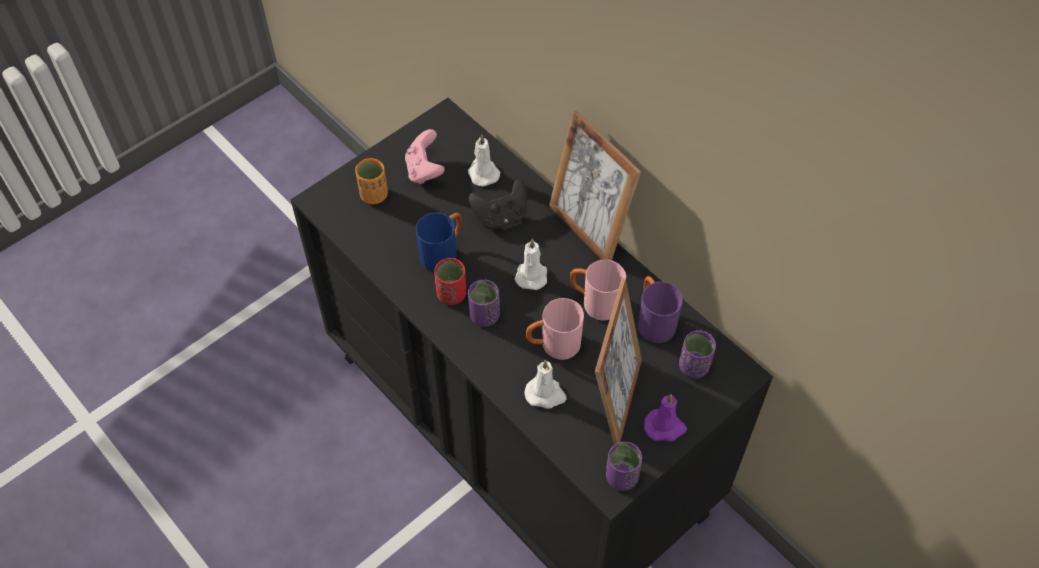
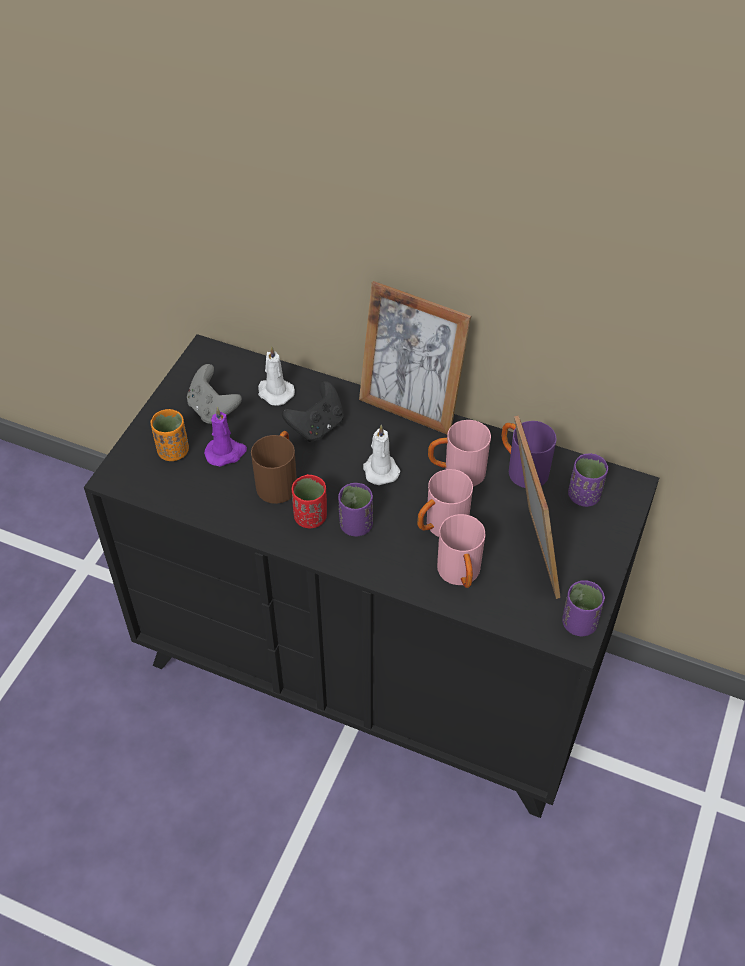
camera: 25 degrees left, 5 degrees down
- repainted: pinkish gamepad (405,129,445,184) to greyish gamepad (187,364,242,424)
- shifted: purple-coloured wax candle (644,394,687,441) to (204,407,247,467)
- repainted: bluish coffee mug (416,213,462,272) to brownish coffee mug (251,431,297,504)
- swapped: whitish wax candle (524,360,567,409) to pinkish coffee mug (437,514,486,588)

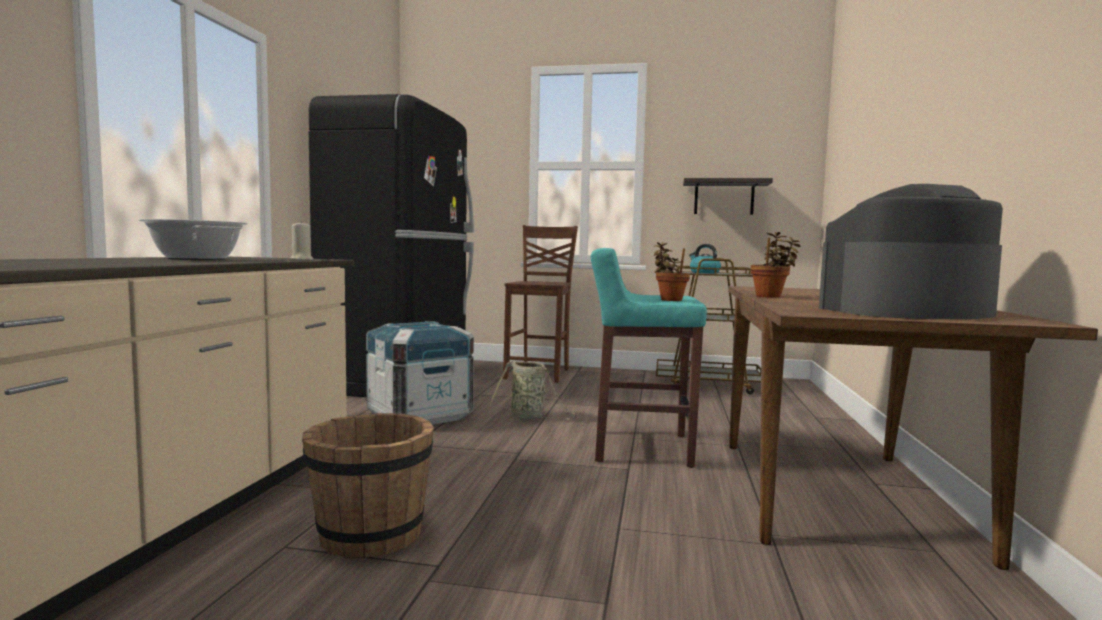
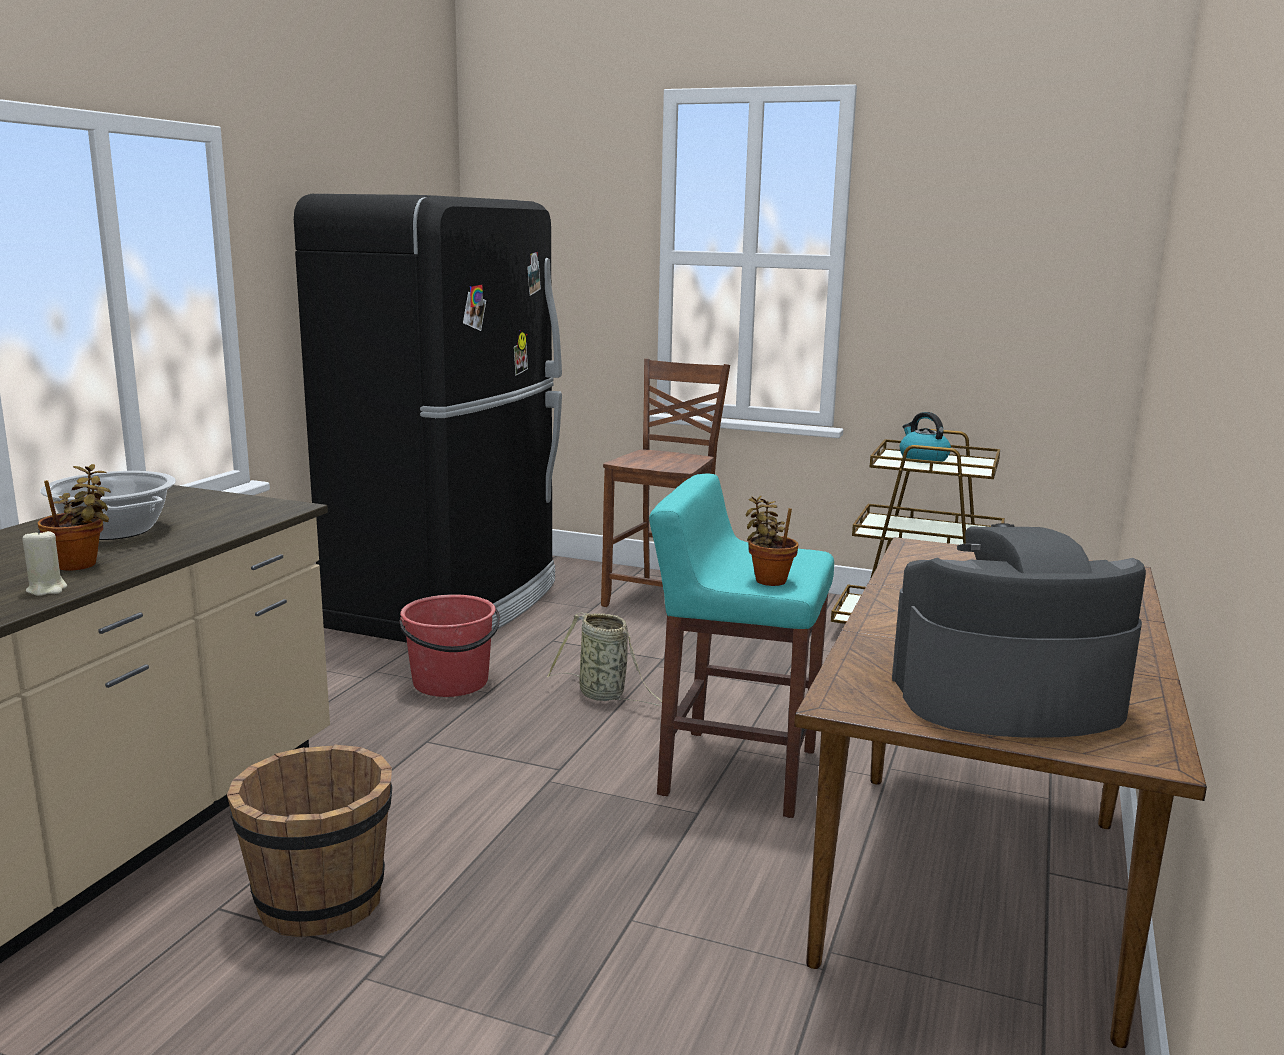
camera: 10 degrees right, 10 degrees up
- shifted: sand-coloured wax candle (290,221,314,260) to (22,528,67,596)
- shifted: potted plant (751,232,800,298) to (38,464,111,571)
- swapped: crate (366,321,474,425) to red-coloured pail (399,594,500,697)
- gone: wall shelf (683,178,773,215)

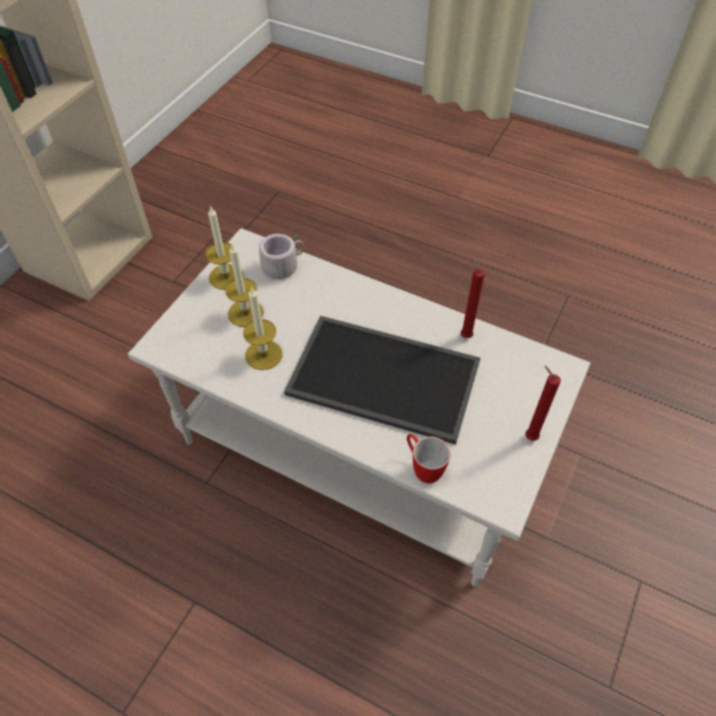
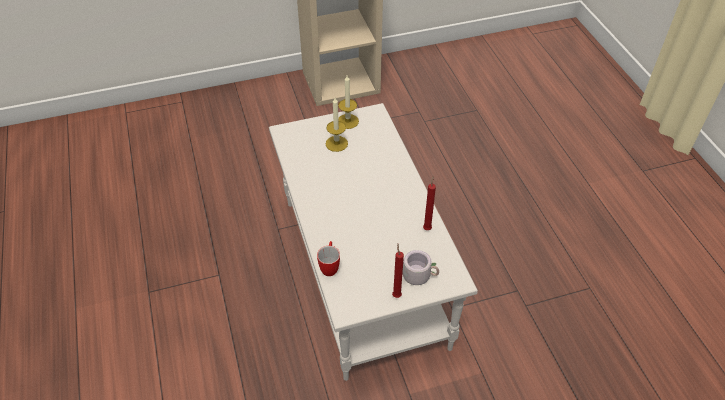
camera: 45 degrees right, 5 degrees down
- shifted: greyish coffee mug (253,234,304,279) to (402,250,439,285)
- gone: wax candle (243,286,282,370)
- gone: tray (284,316,480,444)

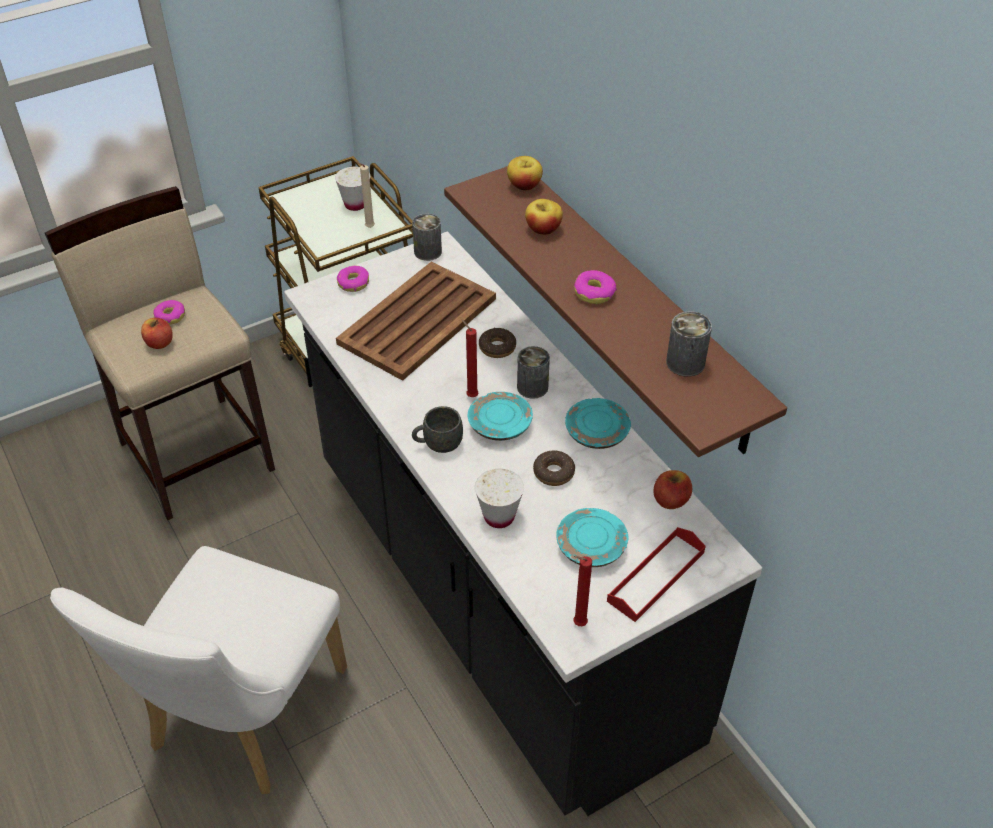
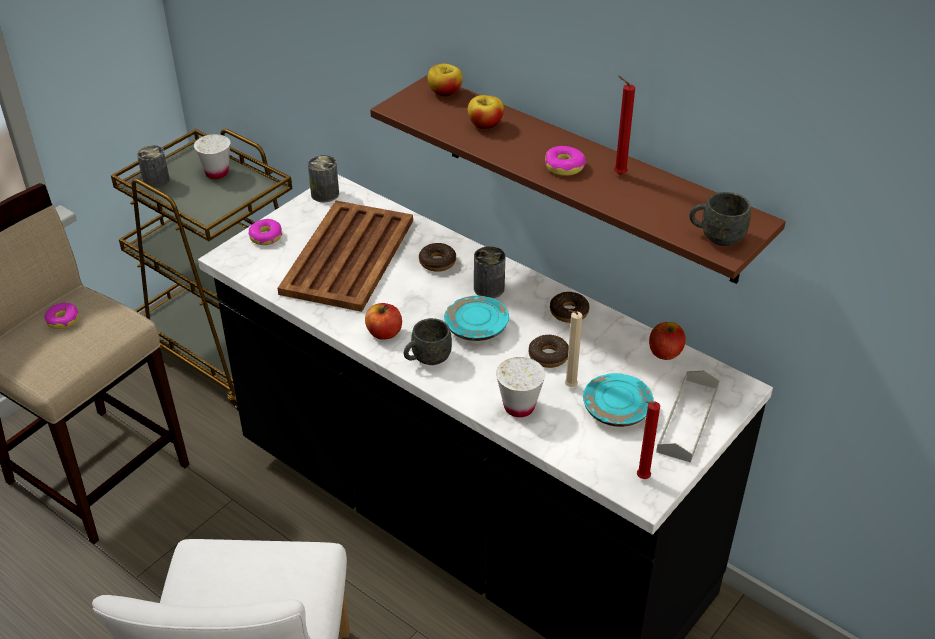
camera: 20 degrees left, 5 degrees down
- shifted: metal can (666,311,712,377) to (137,145,170,189)
- shifted: apple fruit (141,318,173,349) to (365,303,402,340)
- swapped: turquoise dinner plate (565,398,631,449) to donut (550,292,590,323)
- shifted: sand-coloured wax candle (355,161,375,228) to (565,310,583,387)
- shifted: red-coloured wax candle (462,320,479,397) to (614,75,635,175)
- repainted: red-coloured tray (607,527,706,622) to greyish tray (656,371,719,463)
- new: greyish coffee mug (689,192,751,246)

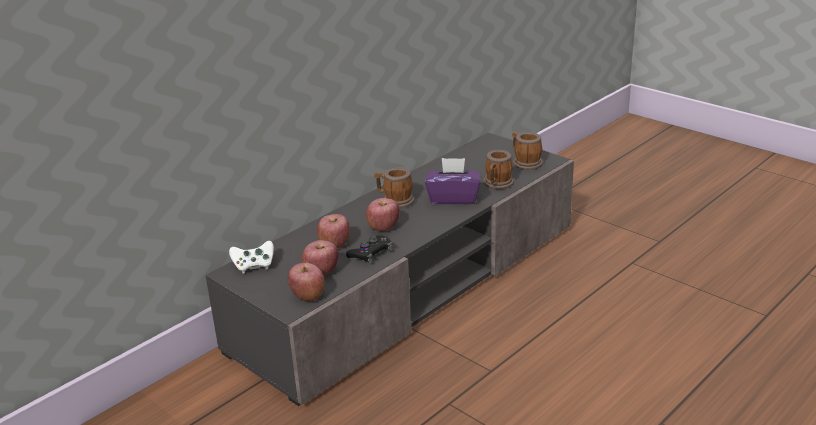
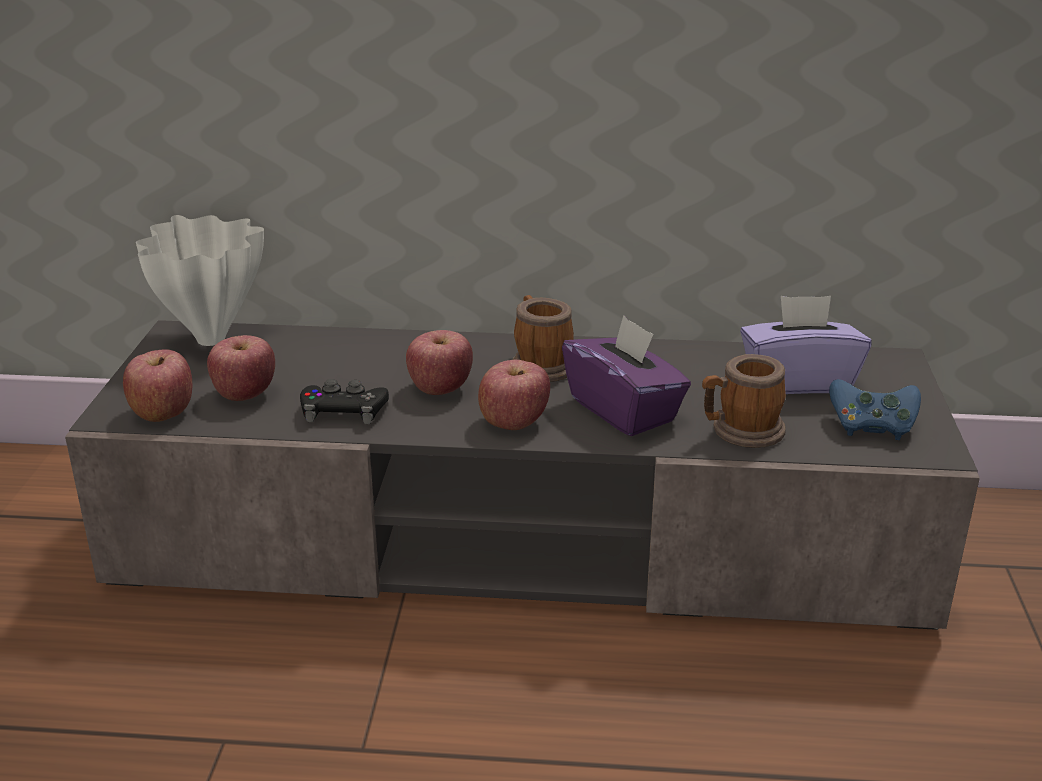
camera: 50 degrees right, 0 degrees up
- swapped: whitish gamepad (229,241,274,273) to whitish decorative vase (136,215,264,346)
- shifted: apple fruit (317,214,350,248) to (478,360,550,430)
- new: purple-coloured tissue box (740,296,872,394)
- swapped: coffee mug (512,132,543,170) to bluish gamepad (829,379,921,440)

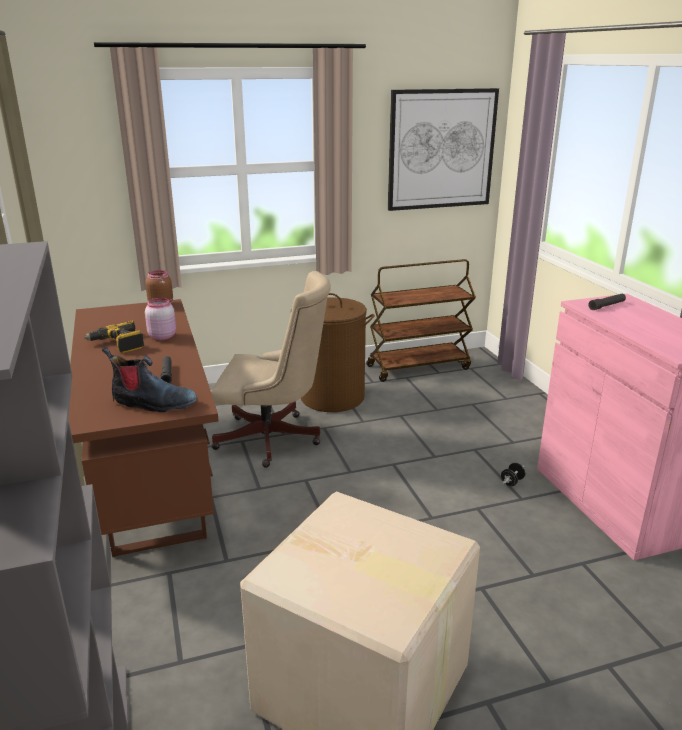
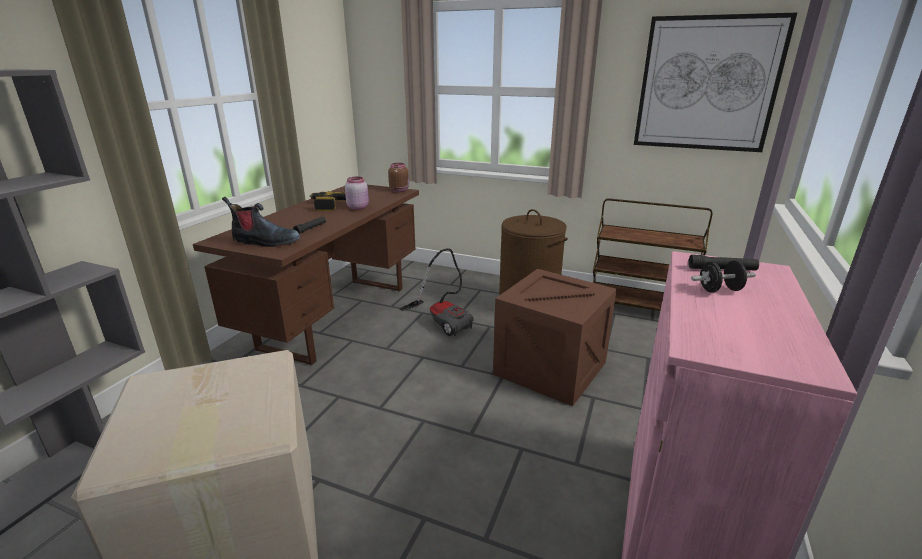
camera: 40 degrees right, 0 degrees up
- rotated: boot (102,346,197,412) = (222,197,301,247) 45 degrees counterclockwise
- swapped: sand-coloured office chair (211,271,331,468) to vacuum (399,248,474,336)
- new: crate (493,269,617,406)
- shifted: black hand weight (501,463,526,486) to (691,260,756,293)

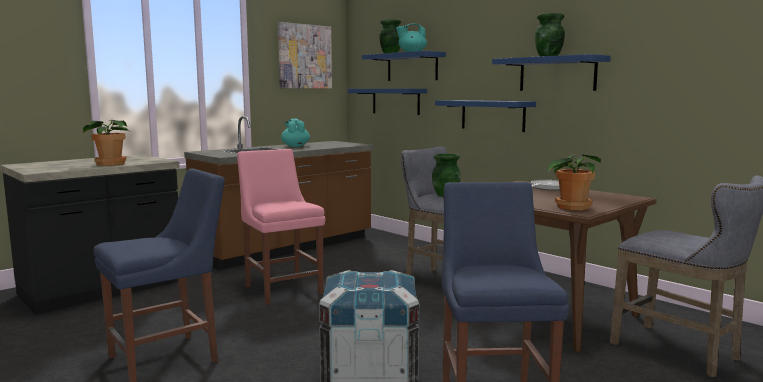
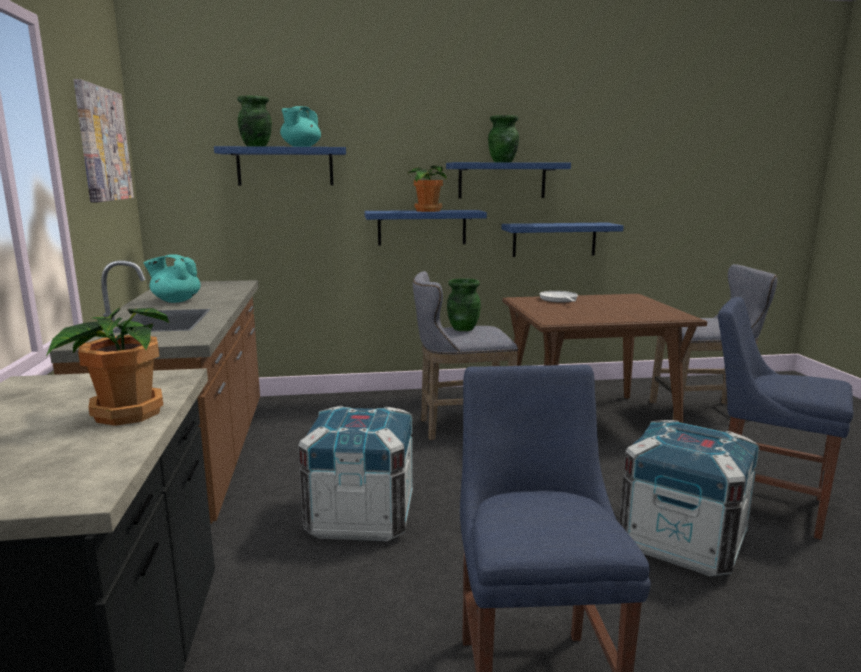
camera: 55 degrees left, 5 degrees up
- swapped: pinkish upright chair (237,149,326,305) to crate (298,406,413,541)
- shifted: potted plant (547,154,601,210) to (408,166,447,212)
- shifted: bluish wall shelf (348,89,427,115) to (501,222,624,257)

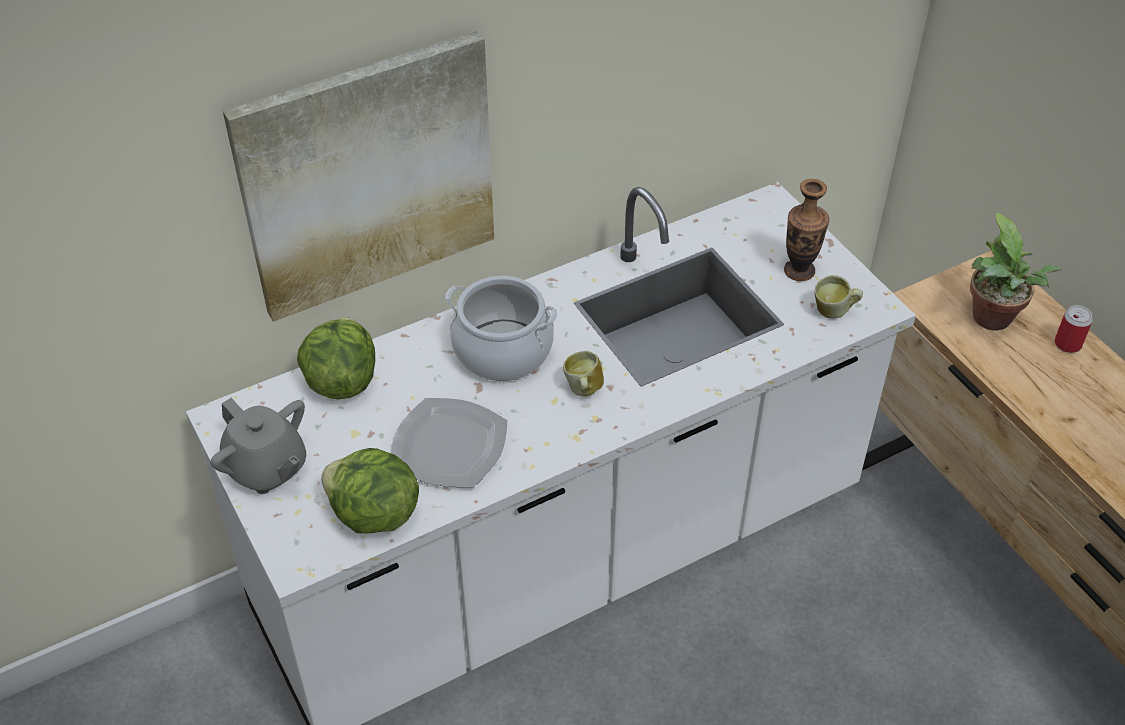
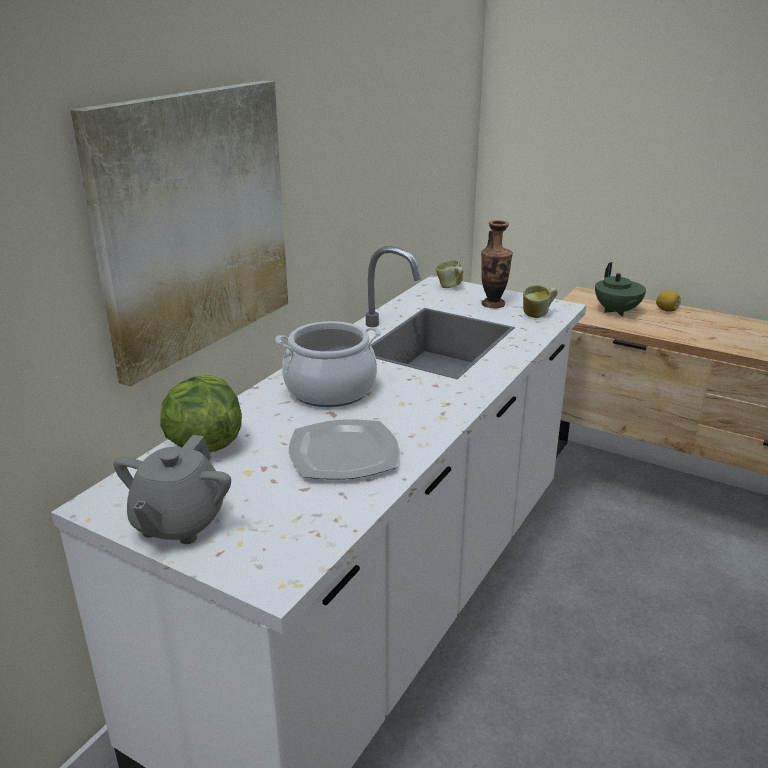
camera: 30 degrees left, 20 degrees down
- rotated: greyish tea pot (211,398,306,494) = (113,435,231,544) 90 degrees clockwise
- shifted: coffee mug (563,351,604,396) to (436,260,463,288)
- swapped: potted plant (970,212,1062,331) to green tea pot (595,262,646,316)
- swapped: metal can (1055,305,1093,353) to lemon (656,290,681,311)
- gone: head of lettuce (321,448,419,534)

